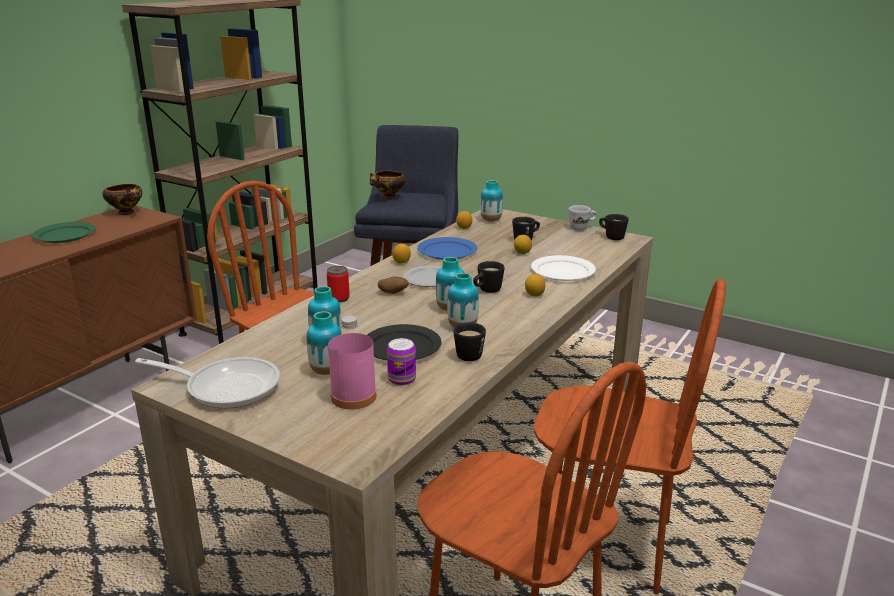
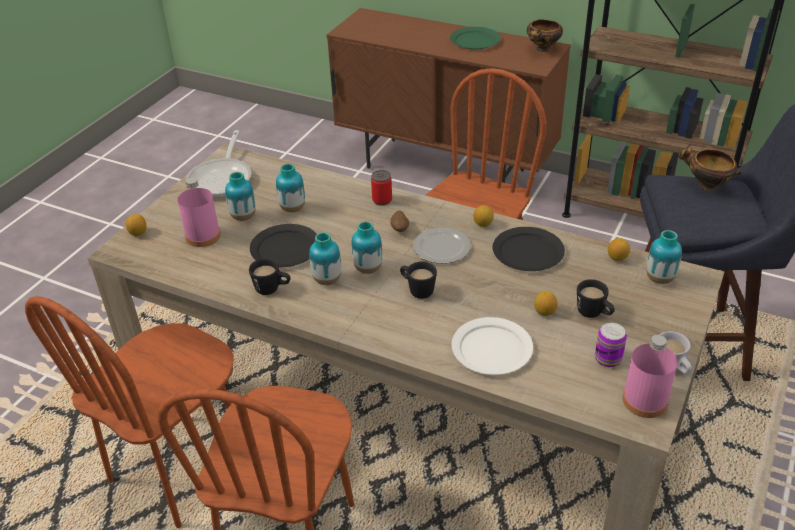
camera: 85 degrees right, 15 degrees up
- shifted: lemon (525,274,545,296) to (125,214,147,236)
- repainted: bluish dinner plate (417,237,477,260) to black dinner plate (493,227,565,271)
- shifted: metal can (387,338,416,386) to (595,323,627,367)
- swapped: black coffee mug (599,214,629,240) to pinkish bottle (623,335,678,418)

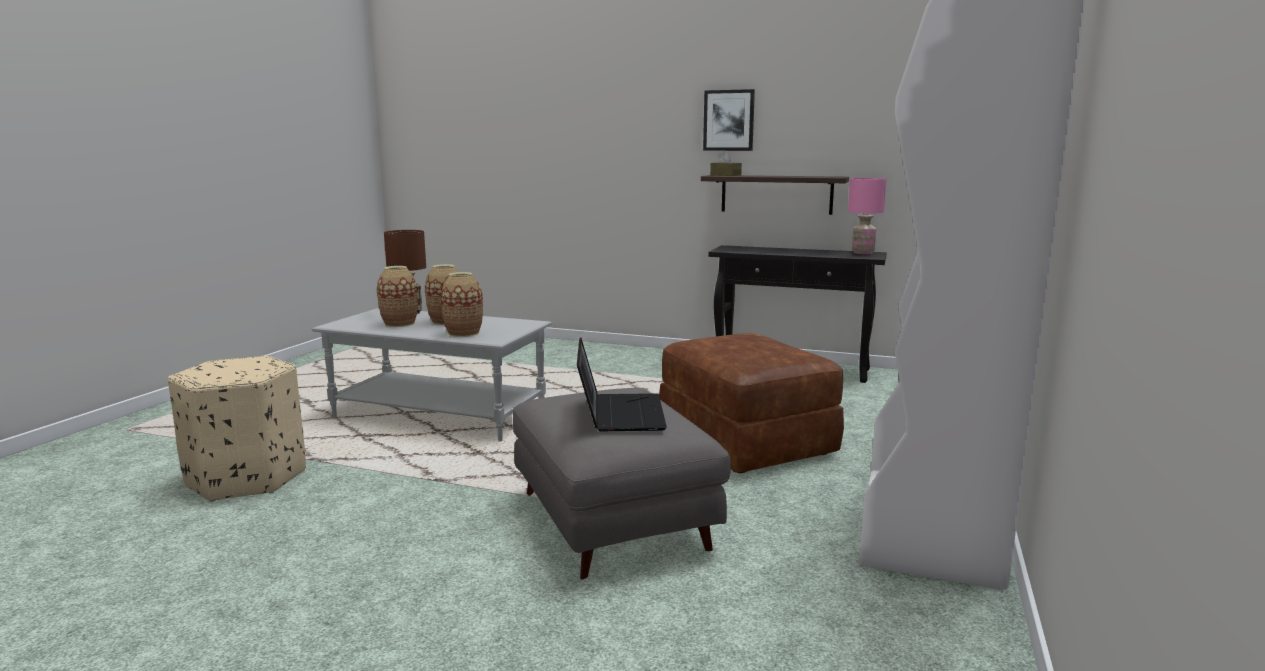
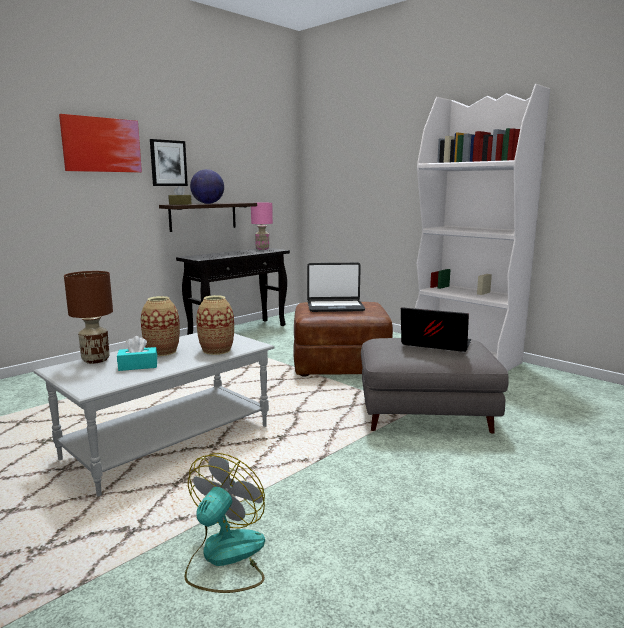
camera: 65 degrees left, 0 degrees up
- new: wall art (59,114,142,172)
- swapped: decorative vase (377,266,418,327) to turquoise tissue box (117,336,157,371)
- swapped: sand-coloured pouffe (168,356,306,502) to electric fan (185,453,265,593)
- new: world globe (190,169,224,204)
- new: laptop (307,263,365,312)

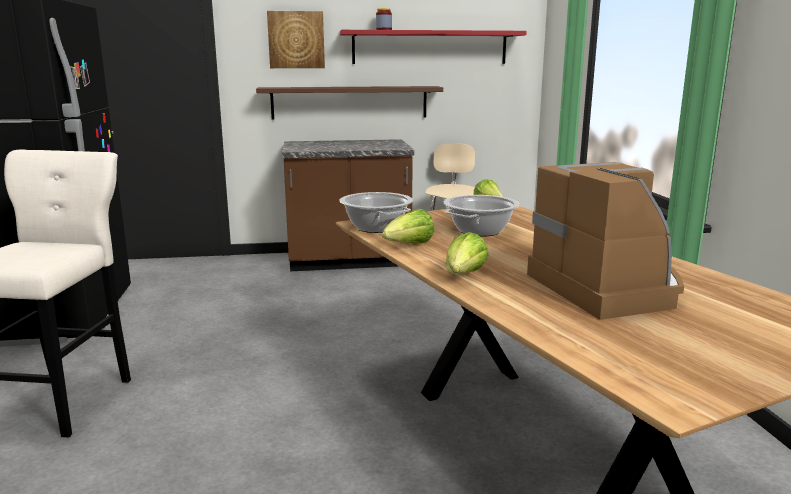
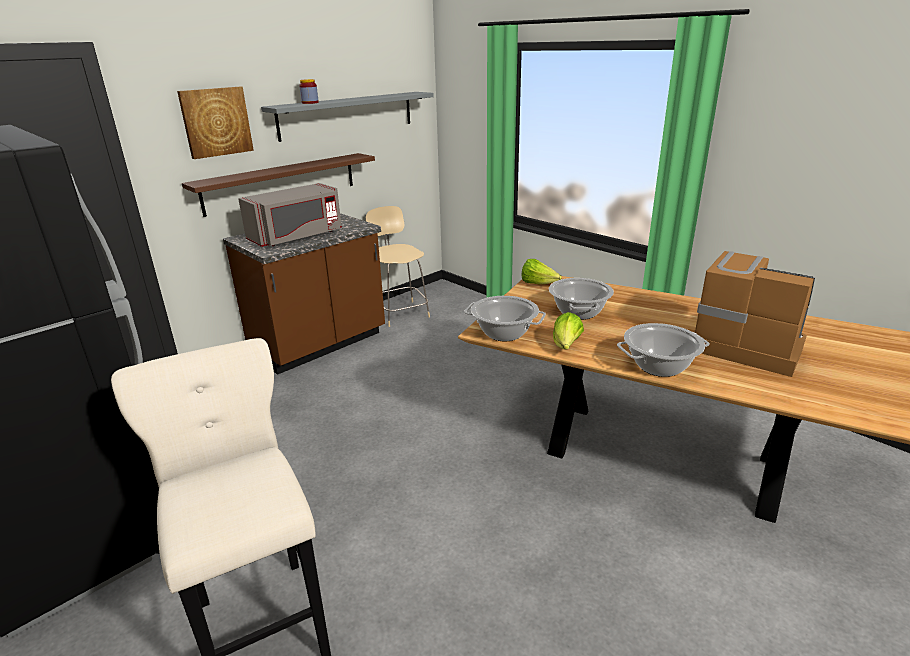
camera: 35 degrees left, 10 degrees up
- new: greyish microwave (238,183,342,247)
- repainted: red-coloured wall shelf (340,30,527,64) to greyish wall shelf (261,92,434,142)
- swapped: head of lettuce (445,232,489,274) to saucepot (617,323,710,377)

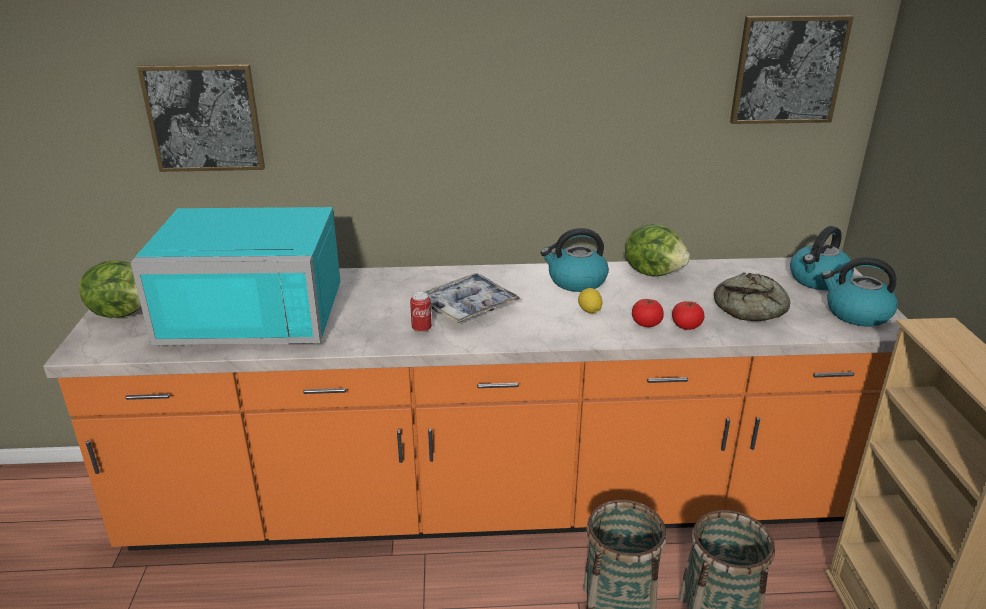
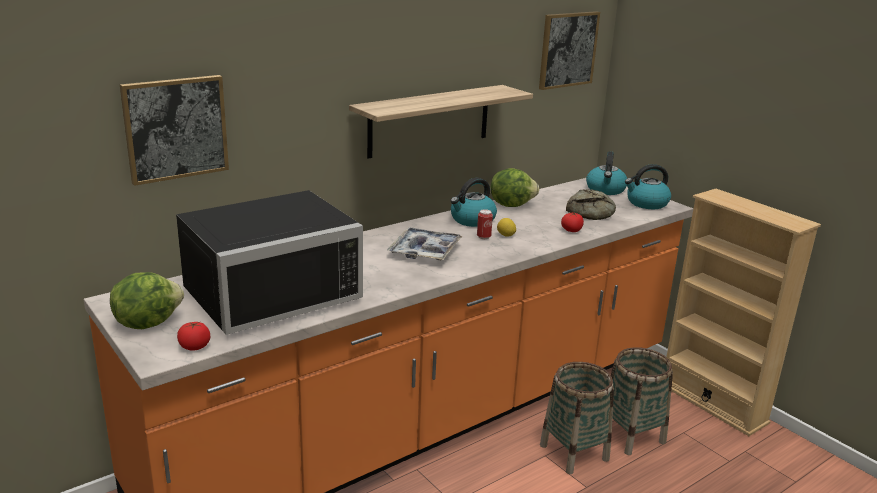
camera: 35 degrees left, 5 degrees down
- repainted: turquoise microwave (130,207,340,345) to black microwave (176,190,363,335)
- shifted: tomato (632,299,664,327) to (177,322,210,351)
- new: wall shelf (349,85,533,159)
- shifted: metal can (410,292,432,333) to (477,209,493,239)

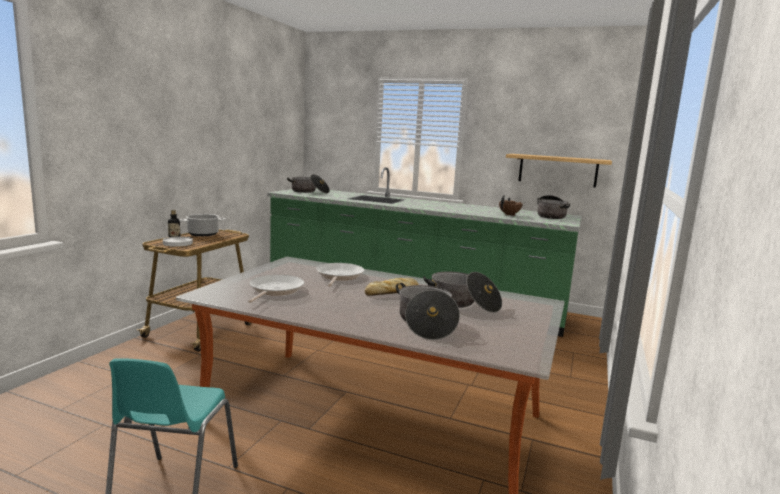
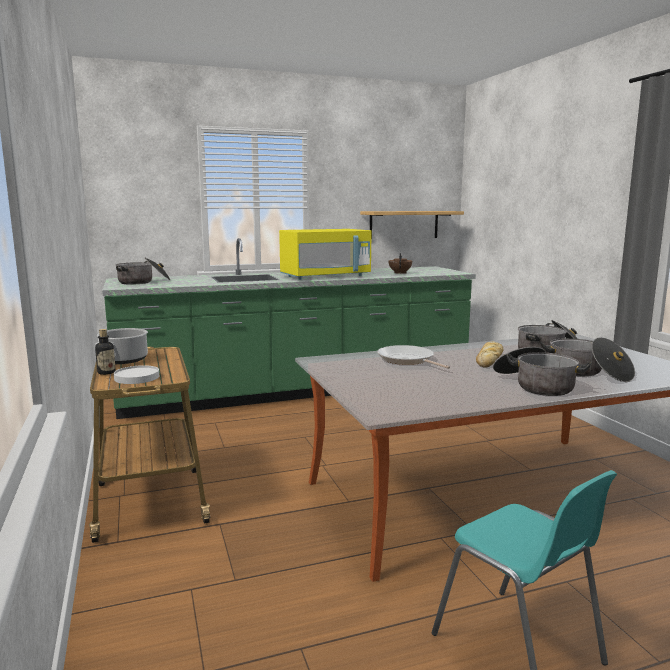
camera: 40 degrees left, 0 degrees up
- new: yellowish microwave (279,229,372,280)
- shifted: saucepot (537,195,570,219) to (493,347,592,396)
- gone: pan (248,275,305,303)

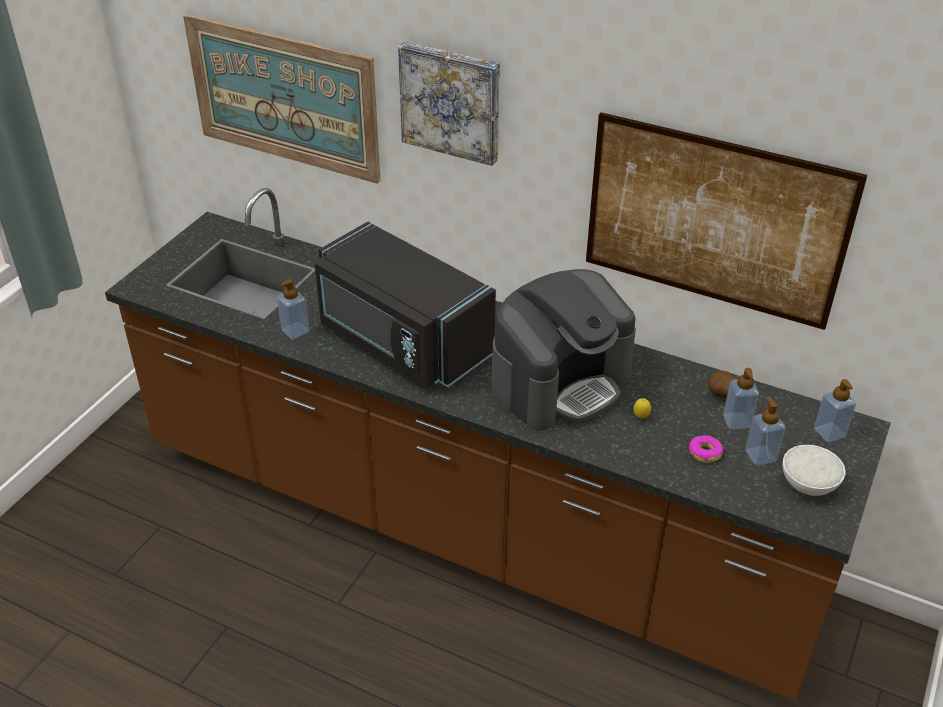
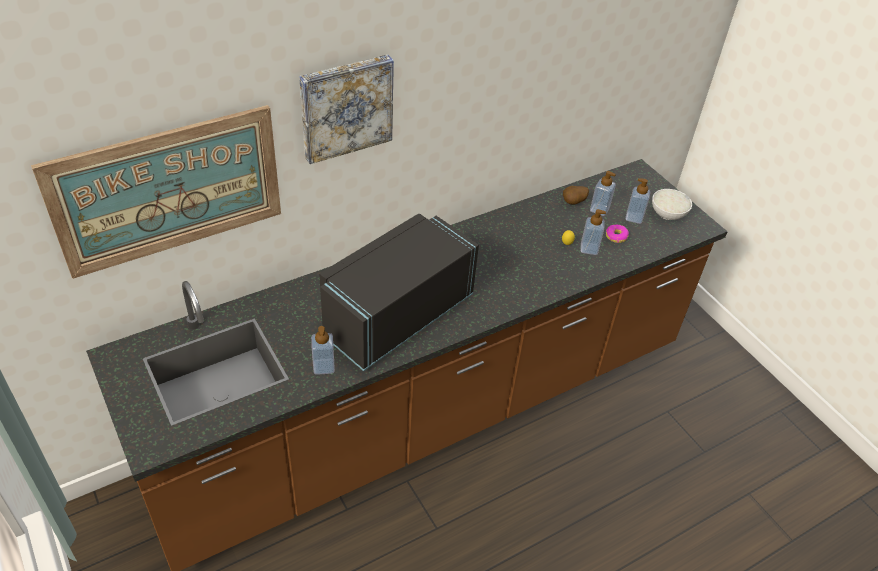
camera: 60 degrees left, 5 degrees up
- rotated: black microwave (314,222,496,388) = (319,214,479,371) 150 degrees clockwise
- shifted: liquid soap bottle (814,379,856,442) to (580,209,606,255)
- gone: coffee maker (492,269,636,431)
- gone: wall art (586,112,868,330)

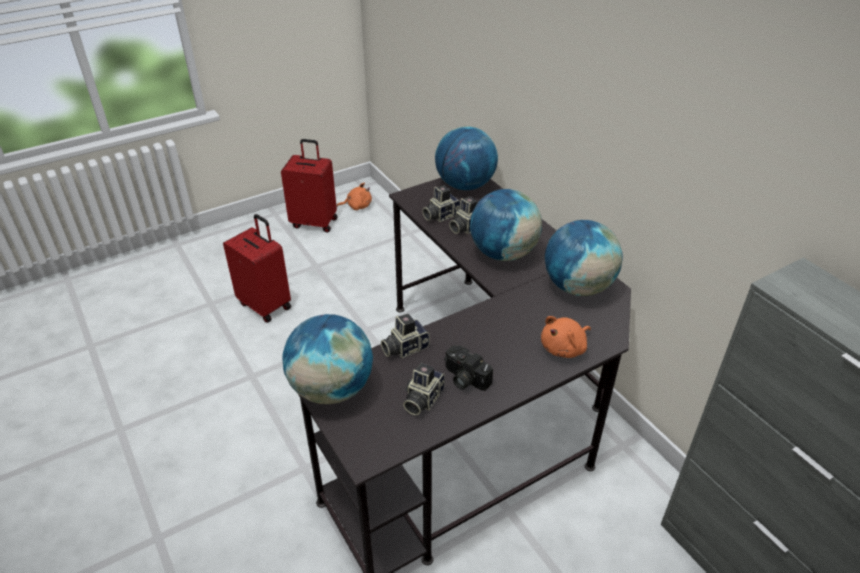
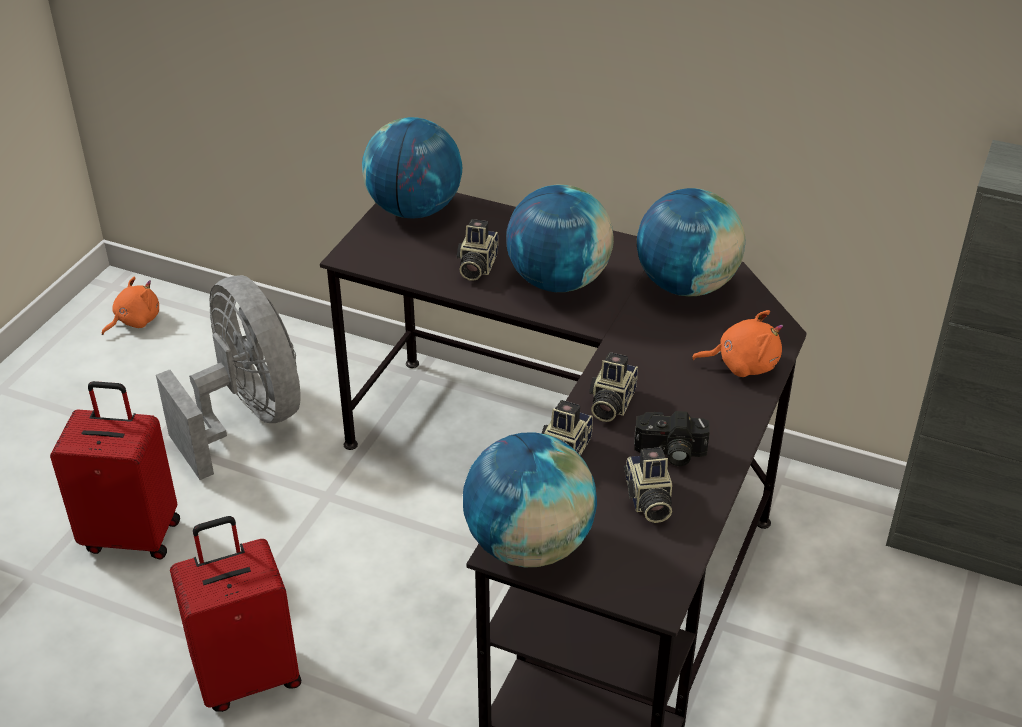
camera: 35 degrees left, 0 degrees up
- new: greyish electric fan (156,275,301,480)
- shifted: red-coloured travel case (281,139,337,233) to (170,516,301,712)
- shifted: photo camera (422,185,461,222) to (589,352,638,422)
- rotated: orange cuddly toy (541,316,591,358) = (692,310,783,377) 105 degrees counterclockwise

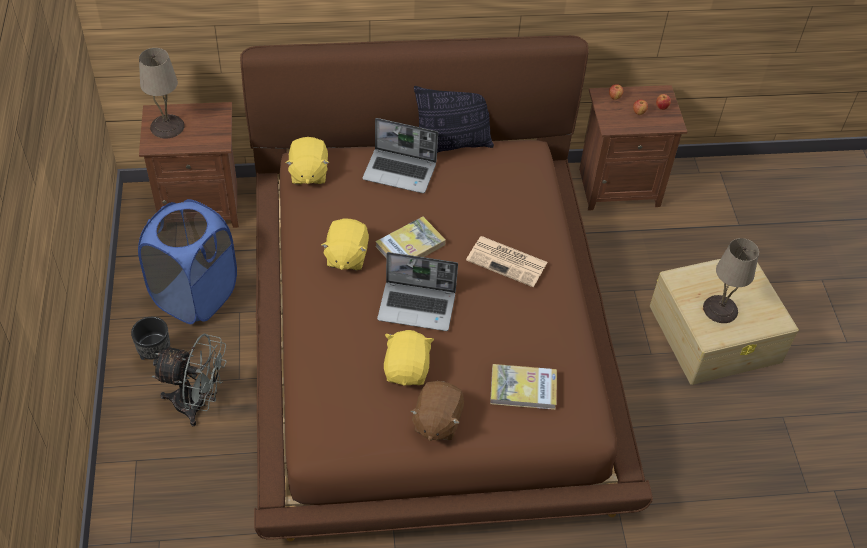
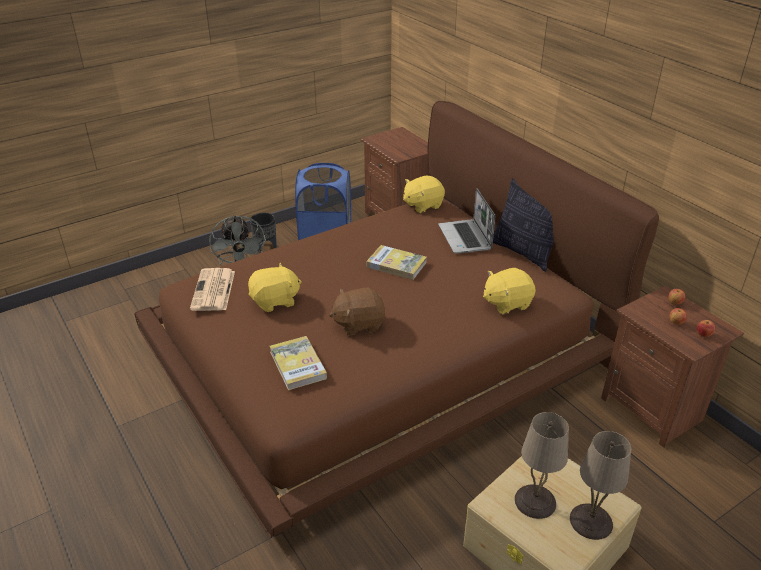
camera: 65 degrees right, 15 degrees down
- shifted: newspaper (466,236,547,287) to (190,268,235,311)
- shifted: brownish cuddly toy (410,381,464,441) to (329,288,385,336)
- shifted: yellowish cuddly toy (321,219,369,270) to (483,268,535,315)
- shifted: sand-coloured table lamp (139,48,185,139) to (570,431,631,540)
- gone: laptop (377,252,458,331)

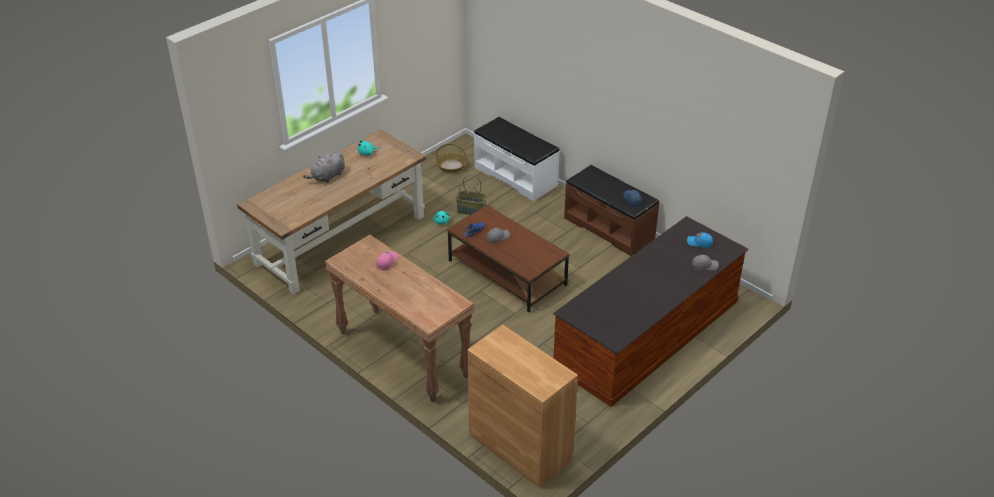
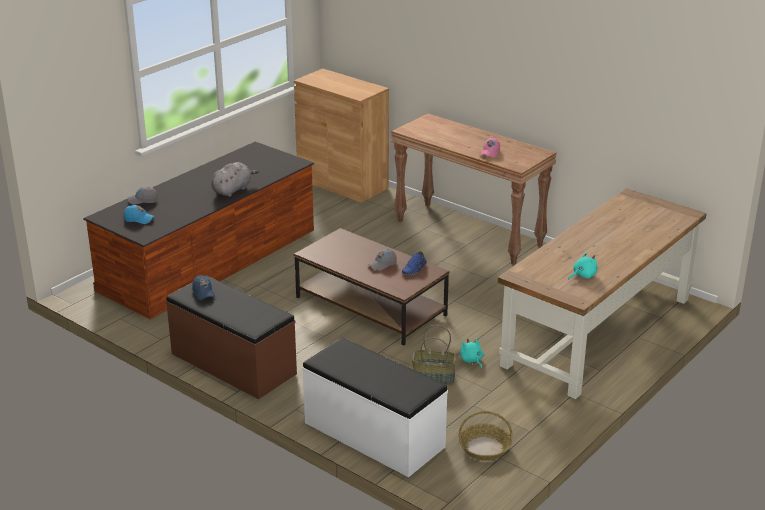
camera: 175 degrees right, 10 degrees down
- shifted: greyish cuddly toy (303,151,345,183) to (211,162,259,197)

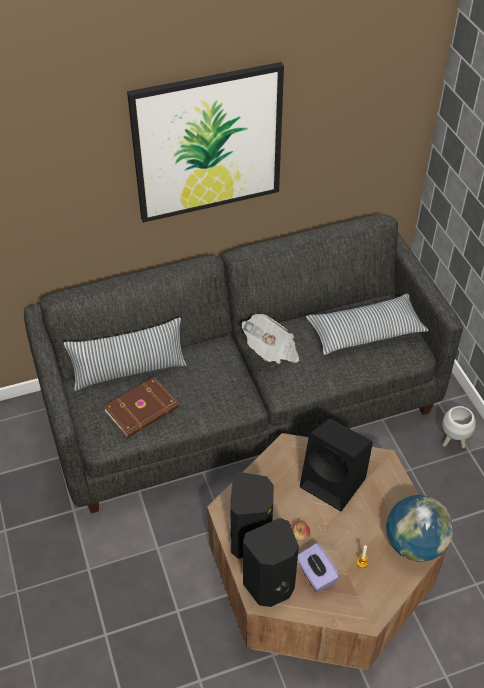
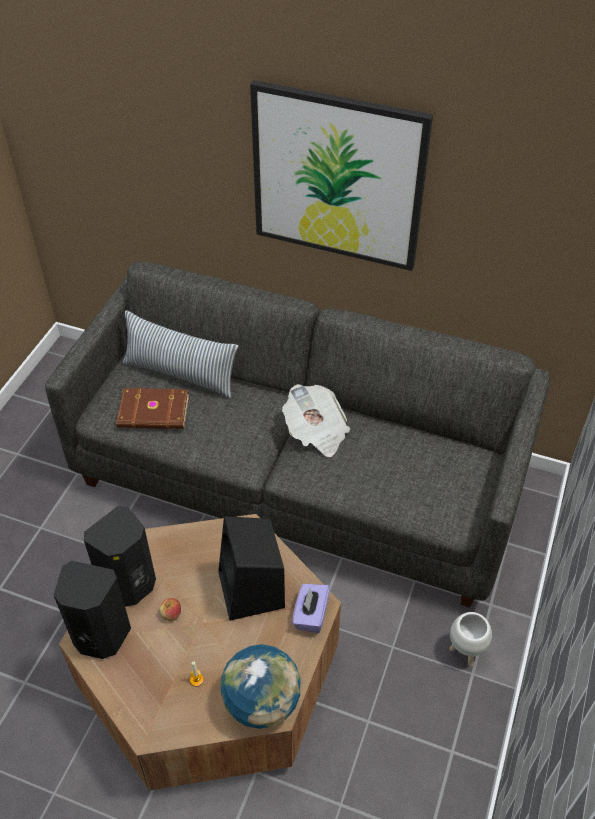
camera: 40 degrees right, 0 degrees up
- shifted: purple-coloured tissue box (298,543,339,592) to (292,584,330,633)
- gone: throw pillow (306,294,429,355)

